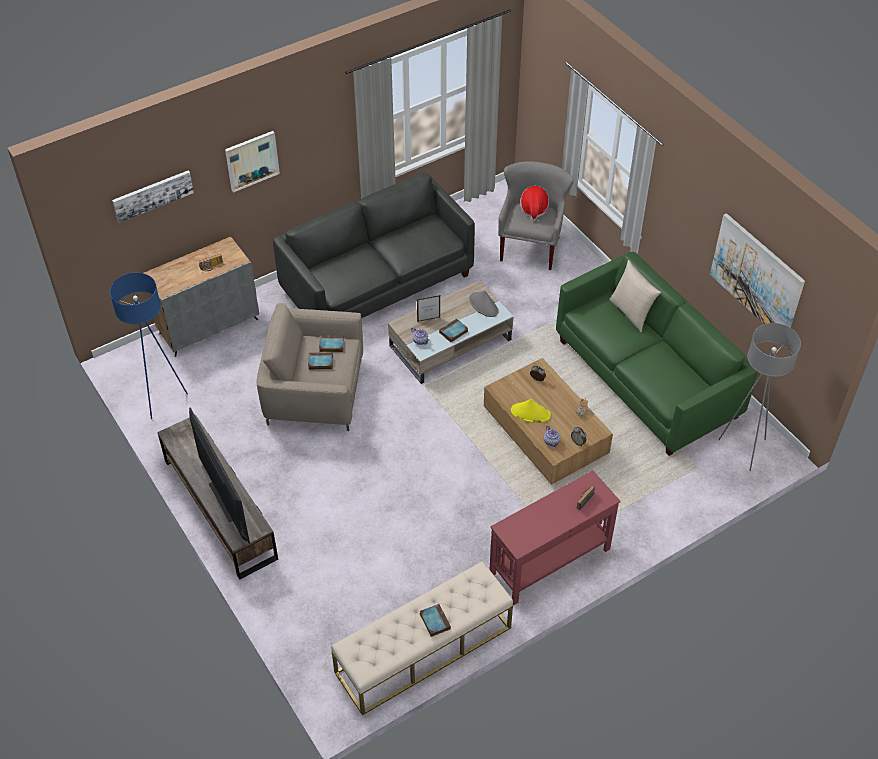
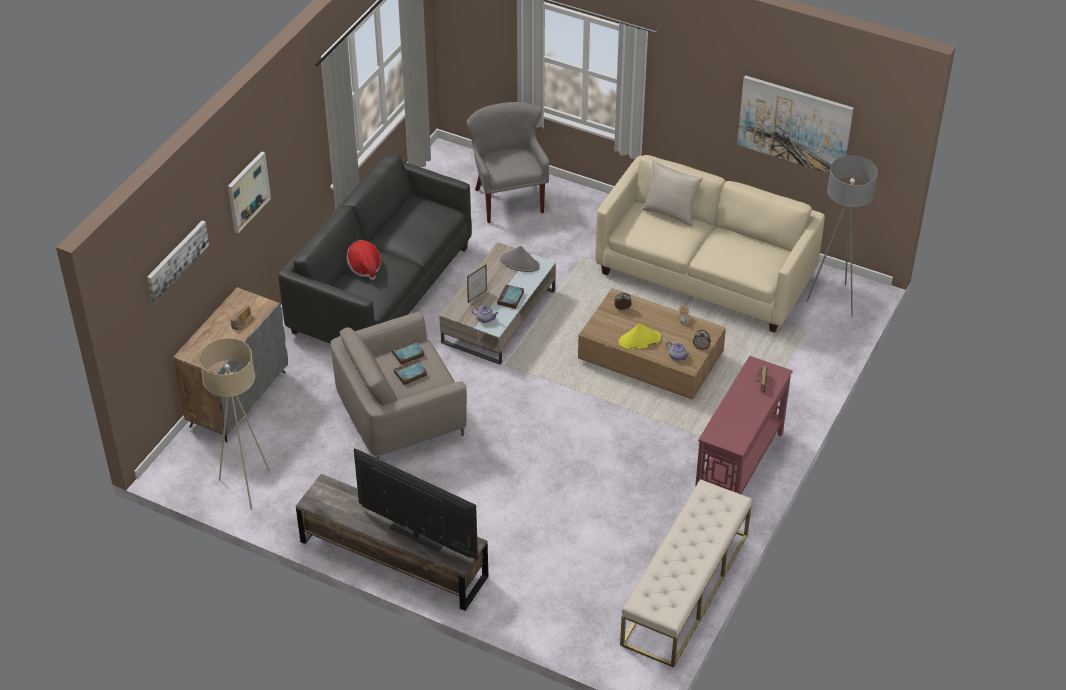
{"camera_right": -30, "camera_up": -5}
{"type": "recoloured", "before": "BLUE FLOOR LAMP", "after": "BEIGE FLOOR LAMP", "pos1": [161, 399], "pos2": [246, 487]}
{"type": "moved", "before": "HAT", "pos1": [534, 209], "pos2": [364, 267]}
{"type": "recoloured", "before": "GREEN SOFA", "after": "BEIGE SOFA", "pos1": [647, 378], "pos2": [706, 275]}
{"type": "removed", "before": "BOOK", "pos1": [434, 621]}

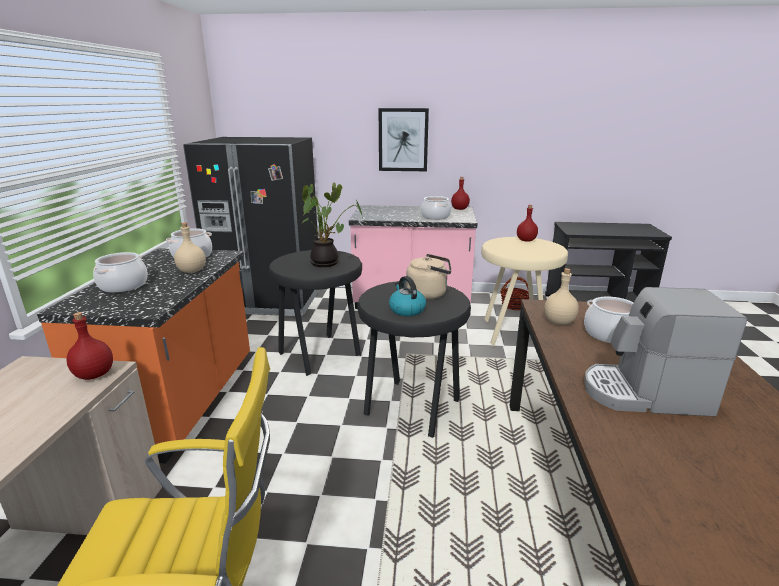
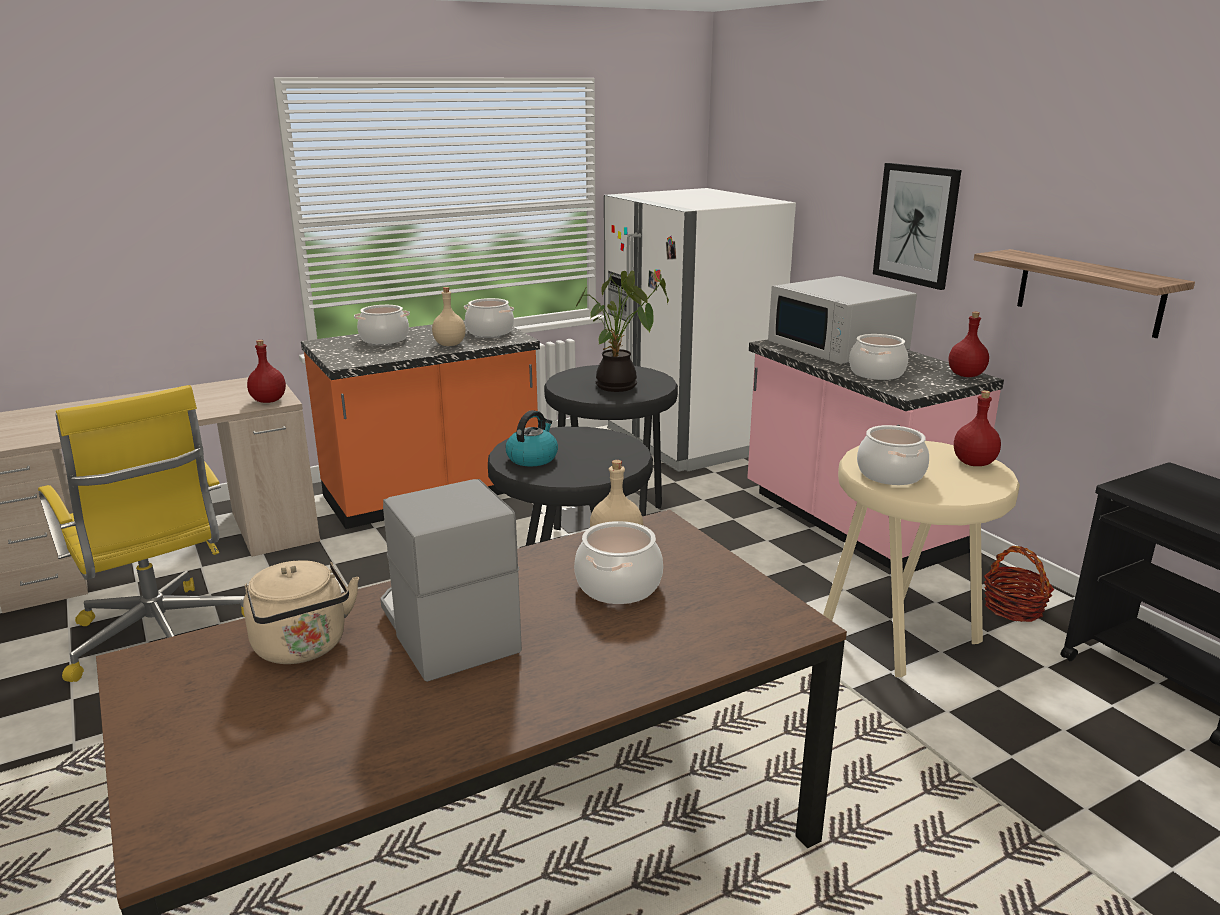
{"camera_right": 55, "camera_up": 0}
{"type": "moved", "before": "BEIGE KETTLE", "pos1": [429, 294], "pos2": [303, 648]}
{"type": "recoloured", "before": "BLACK FRIDGE", "after": "WHITE FRIDGE", "pos1": [269, 300], "pos2": [688, 440]}
{"type": "added", "after": "WHITE MICROWAVE", "pos2": [838, 347]}
{"type": "added", "after": "COOKING POT", "pos2": [891, 474]}
{"type": "added", "after": "SHELF", "pos2": [1089, 292]}

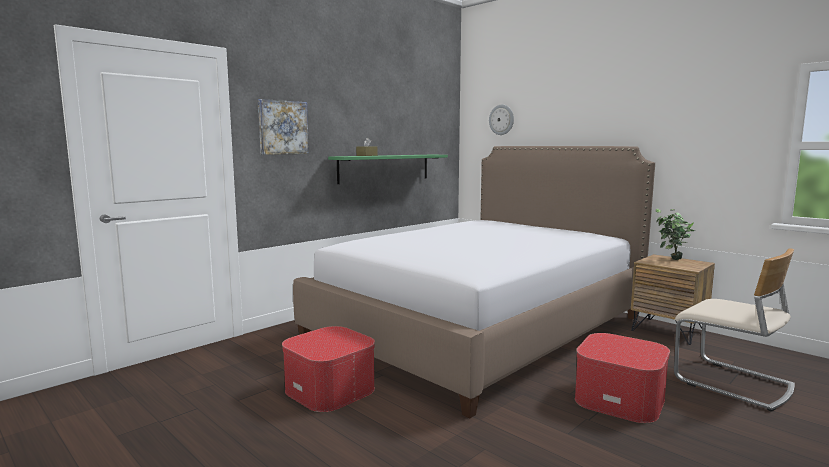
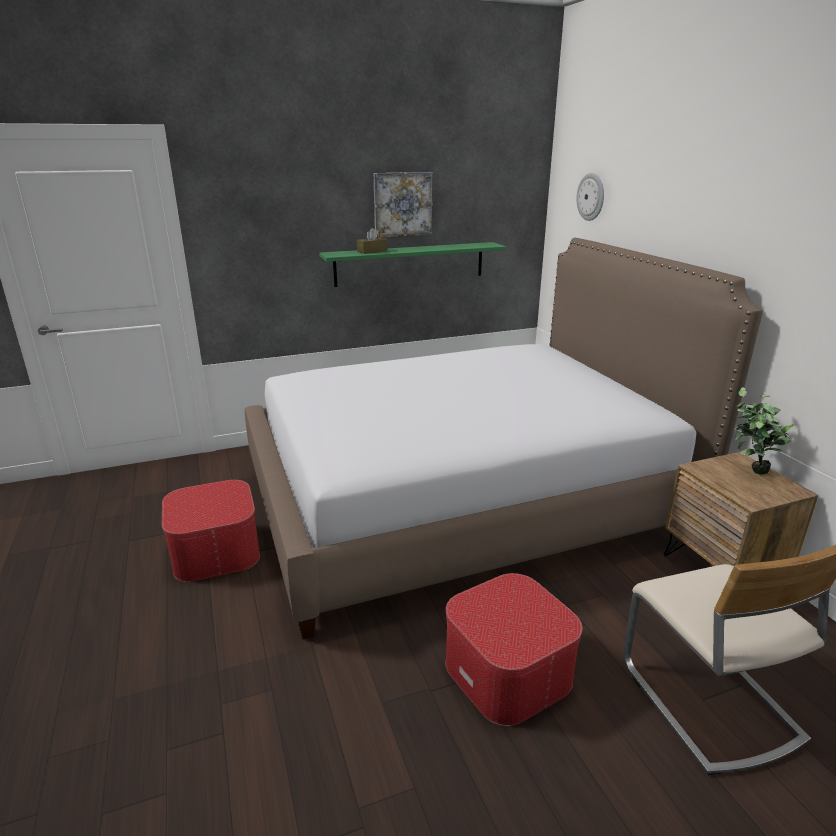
{"camera_right": 25, "camera_up": 15}
{"type": "moved", "before": "PICTURE", "pos1": [283, 127], "pos2": [402, 204]}

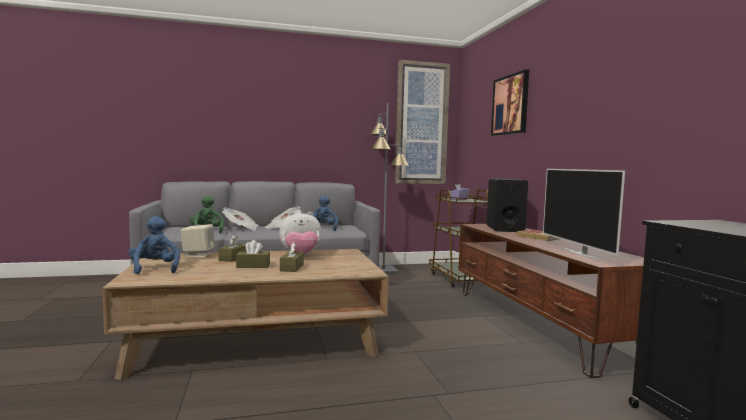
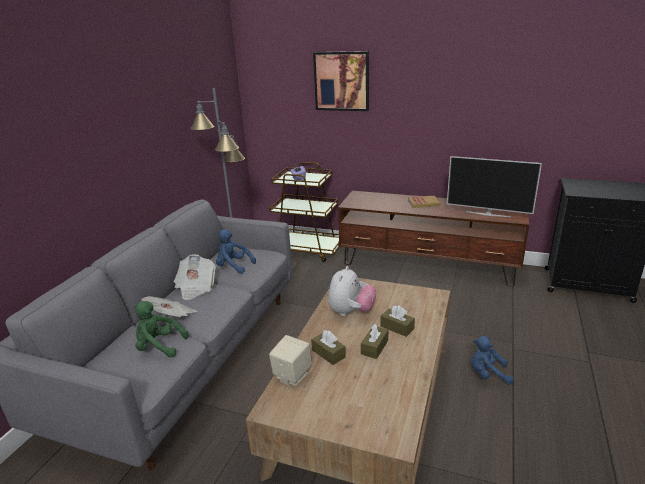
{"camera_right": -55, "camera_up": 20}
{"type": "moved", "before": "BLUE PLUSH TOY", "pos1": [155, 269], "pos2": [487, 374]}
{"type": "removed", "before": "PICTURE", "pos1": [421, 123]}
{"type": "removed", "before": "BLACK SPEAKER", "pos1": [504, 229]}

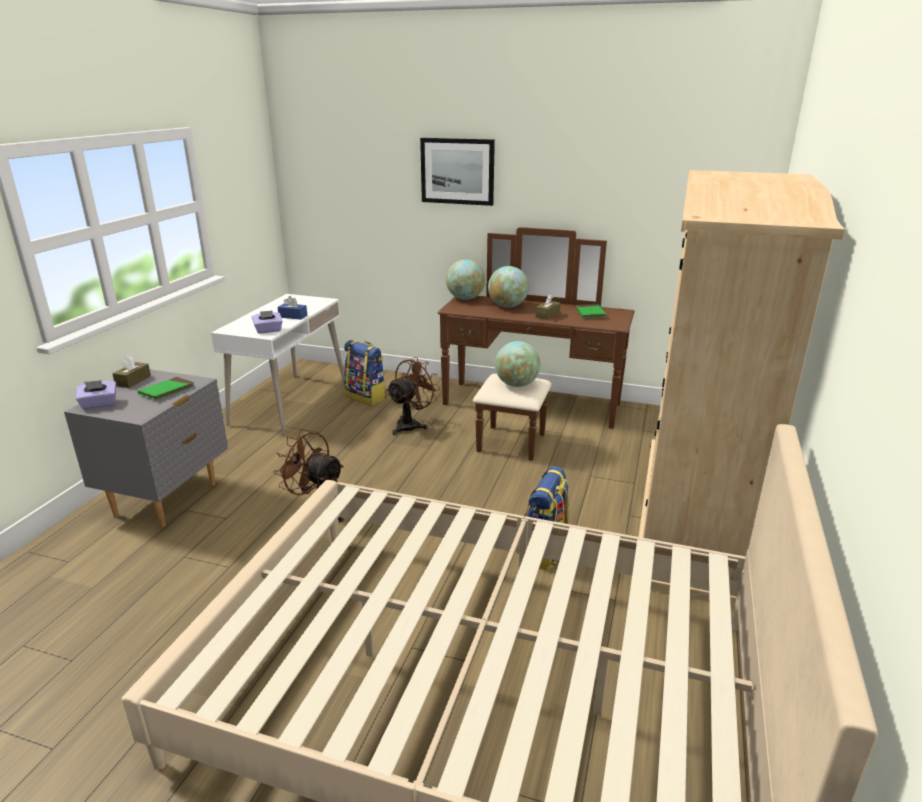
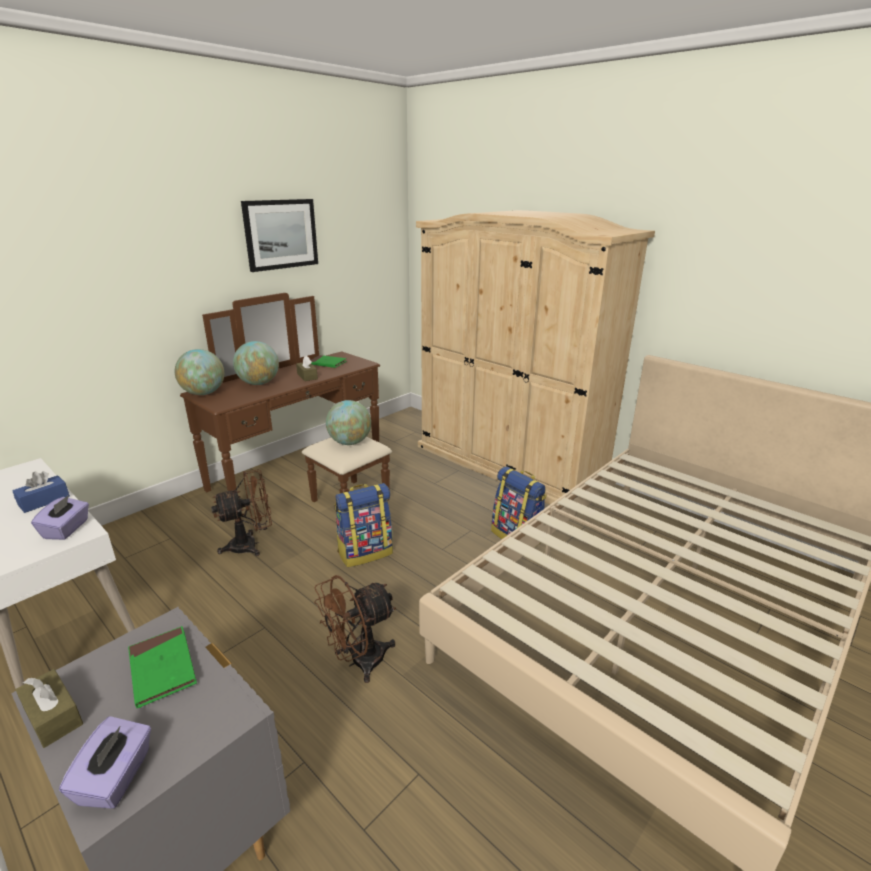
{"camera_right": -65, "camera_up": 0}
{"type": "turned", "before": "BROWN FAN", "pos1": [411, 425], "pos2": [251, 545], "turn": 90}
{"type": "moved", "before": "PICTURE", "pos1": [457, 171], "pos2": [281, 234]}
{"type": "moved", "before": "BACKPACK", "pos1": [366, 397], "pos2": [365, 552]}

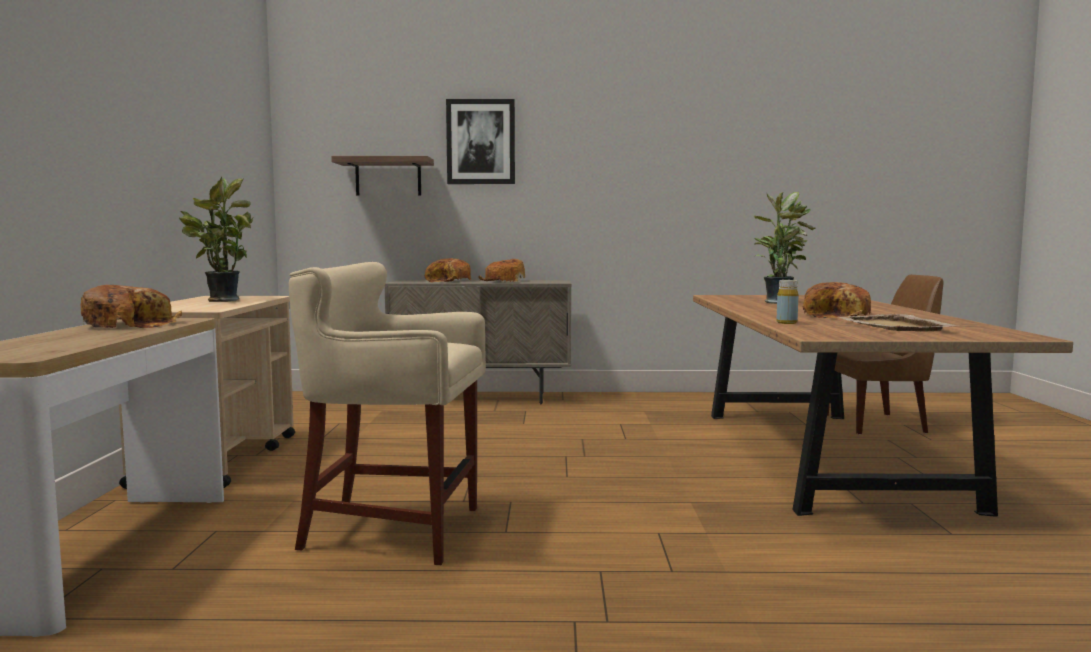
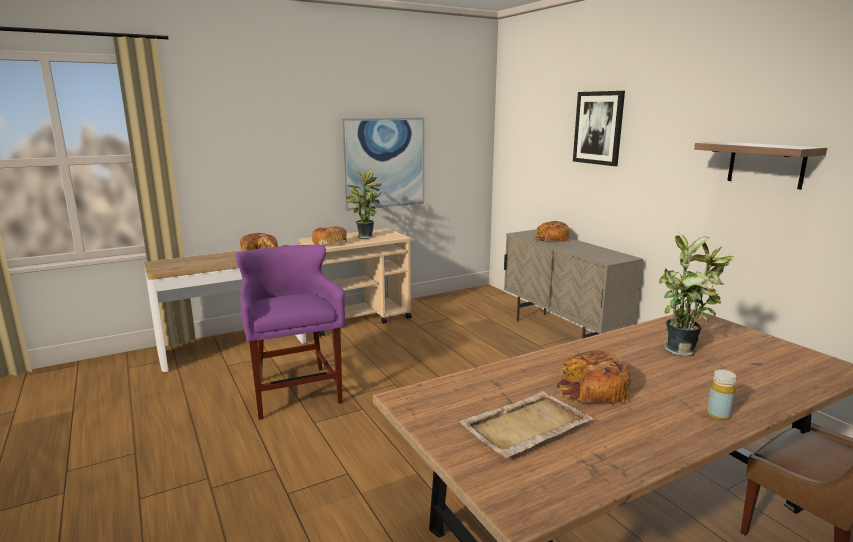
{"camera_right": 60, "camera_up": 10}
{"type": "recoloured", "before": "BEIGE STOOL", "after": "PURPLE STOOL", "pos1": [393, 530], "pos2": [295, 392]}
{"type": "moved", "before": "BREAD", "pos1": [503, 281], "pos2": [329, 243]}
{"type": "added", "after": "PICTURE", "pos2": [384, 163]}
{"type": "moved", "before": "SHELF", "pos1": [388, 177], "pos2": [766, 164]}
{"type": "moved", "before": "YELLOW BOTTLE", "pos1": [786, 323], "pos2": [718, 415]}

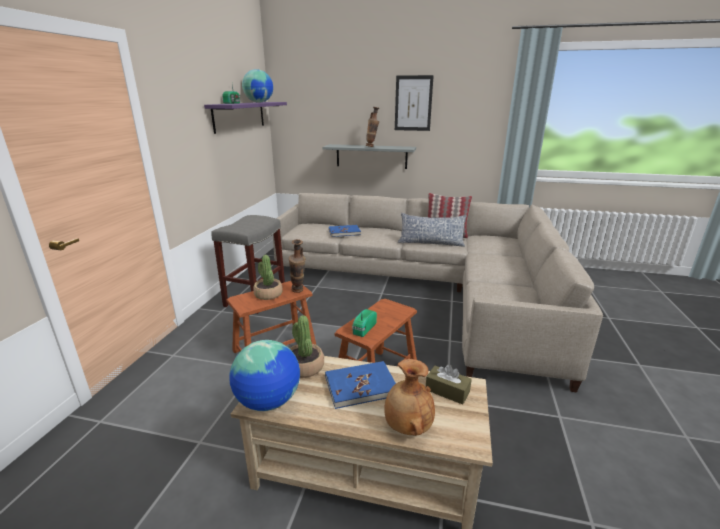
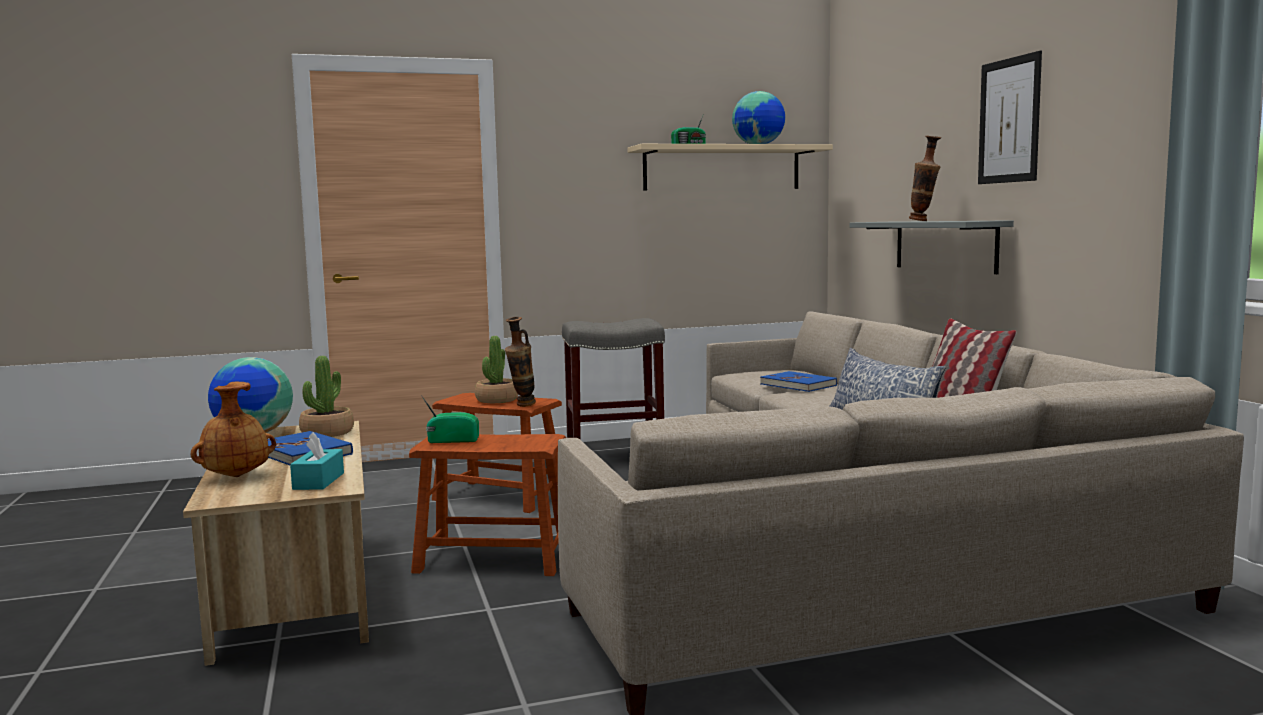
{"camera_right": 60, "camera_up": -15}
{"type": "recoloured", "before": "BROWN TISSUE BOX", "after": "TURQUOISE TISSUE BOX", "pos1": [447, 391], "pos2": [318, 481]}
{"type": "recoloured", "before": "PURPLE SHELF", "after": "BEIGE SHELF", "pos1": [239, 116], "pos2": [722, 168]}

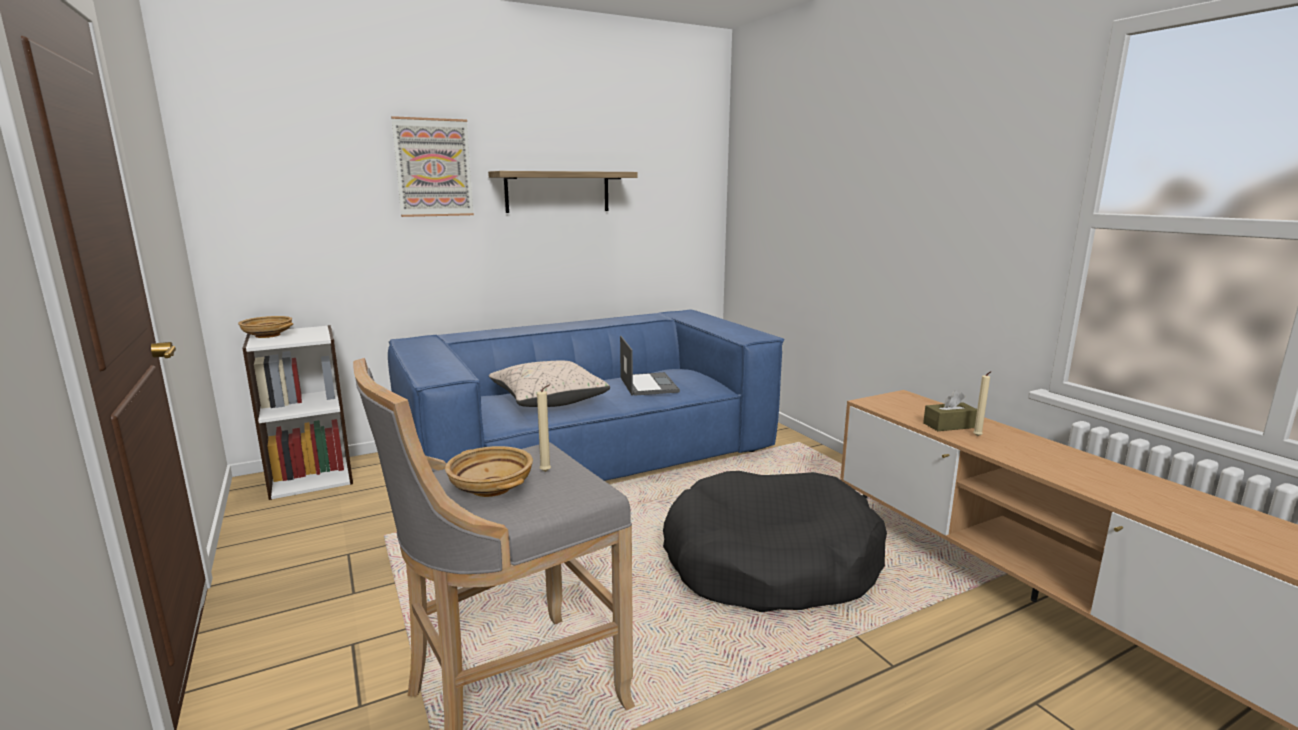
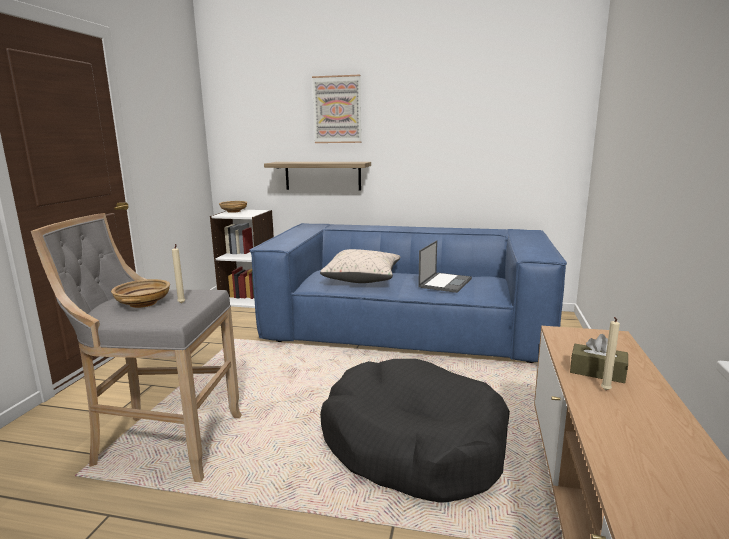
{"camera_right": 40, "camera_up": 0}
{"type": "moved", "before": "SHELF", "pos1": [557, 192], "pos2": [322, 175]}

